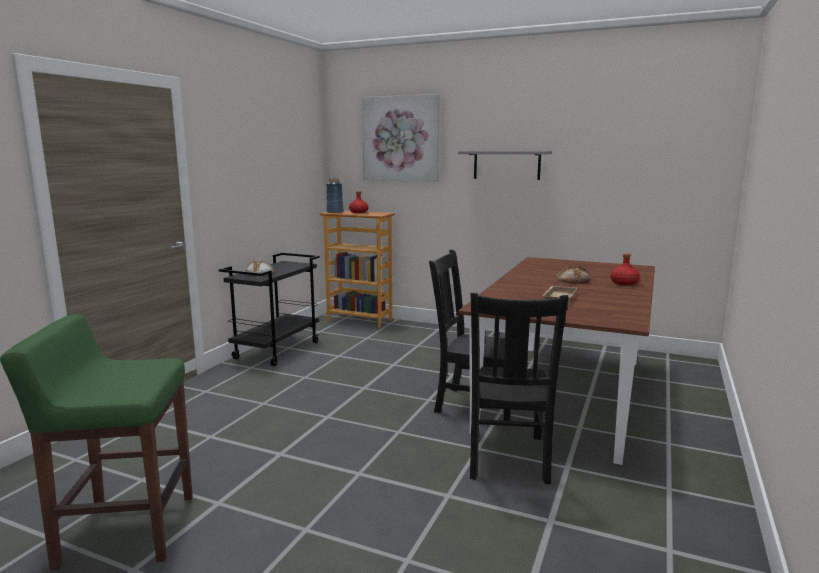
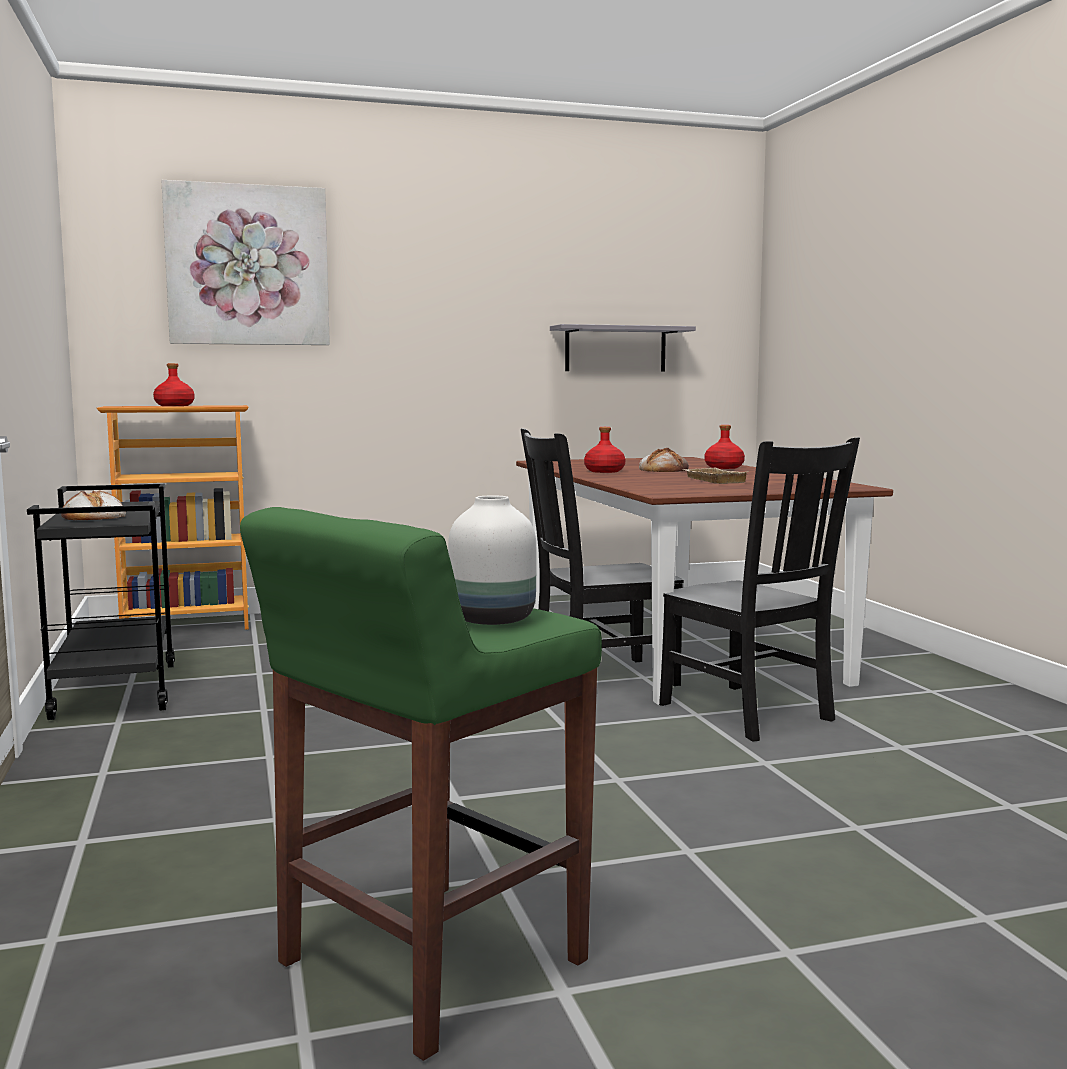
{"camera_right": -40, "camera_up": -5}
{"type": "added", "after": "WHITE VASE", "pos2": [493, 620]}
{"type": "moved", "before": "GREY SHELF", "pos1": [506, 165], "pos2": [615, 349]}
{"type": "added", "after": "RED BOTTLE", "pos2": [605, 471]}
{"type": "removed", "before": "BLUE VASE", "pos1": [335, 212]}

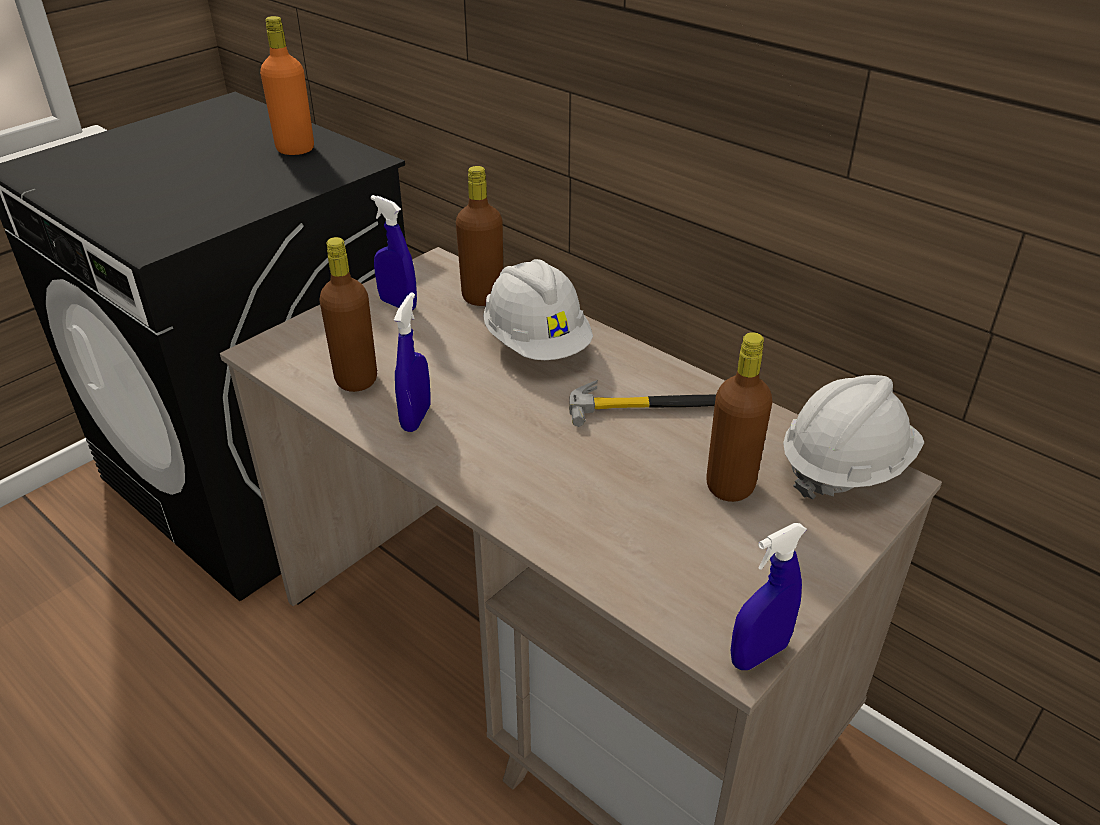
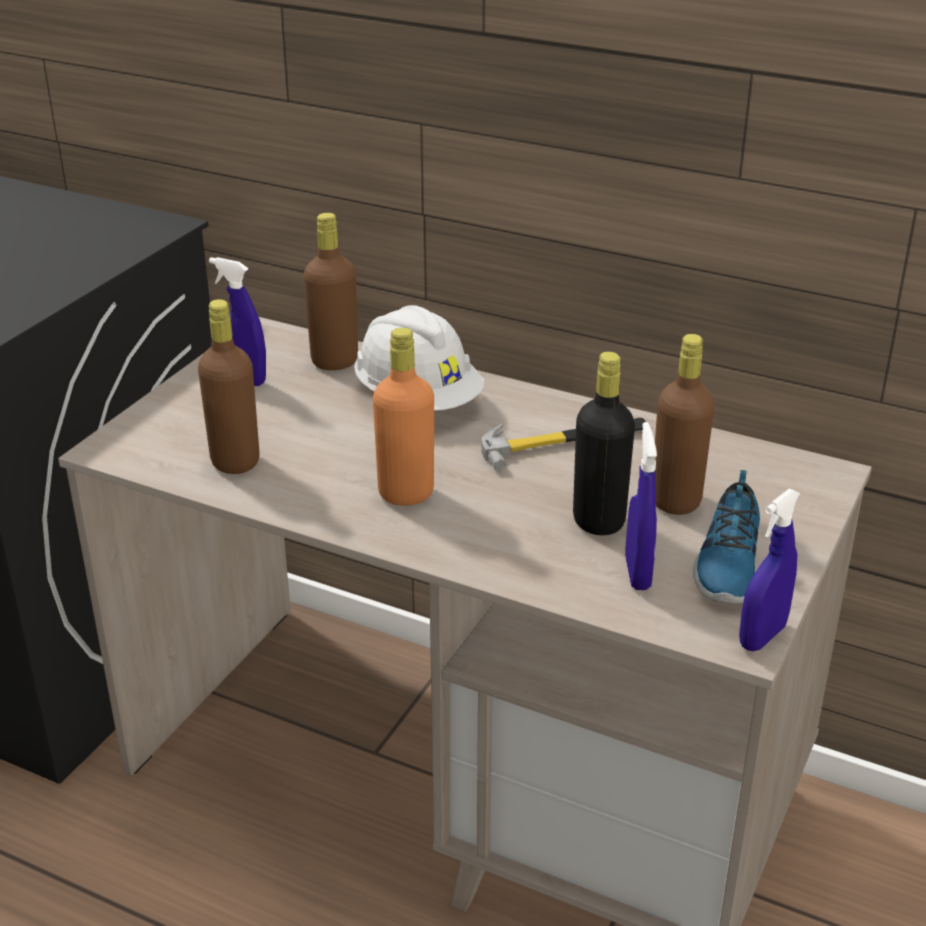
{"camera_right": -15, "camera_up": -5}
{"type": "moved", "before": "ORANGE BOTTLE", "pos1": [295, 149], "pos2": [406, 493]}
{"type": "added", "after": "BLACK BOTTLE", "pos2": [598, 521]}
{"type": "moved", "before": "BLUE SPRAY BOTTLE", "pos1": [416, 418], "pos2": [637, 573]}
{"type": "added", "after": "SHOE", "pos2": [726, 562]}
{"type": "removed", "before": "WHITE HARD HAT", "pos1": [845, 466]}

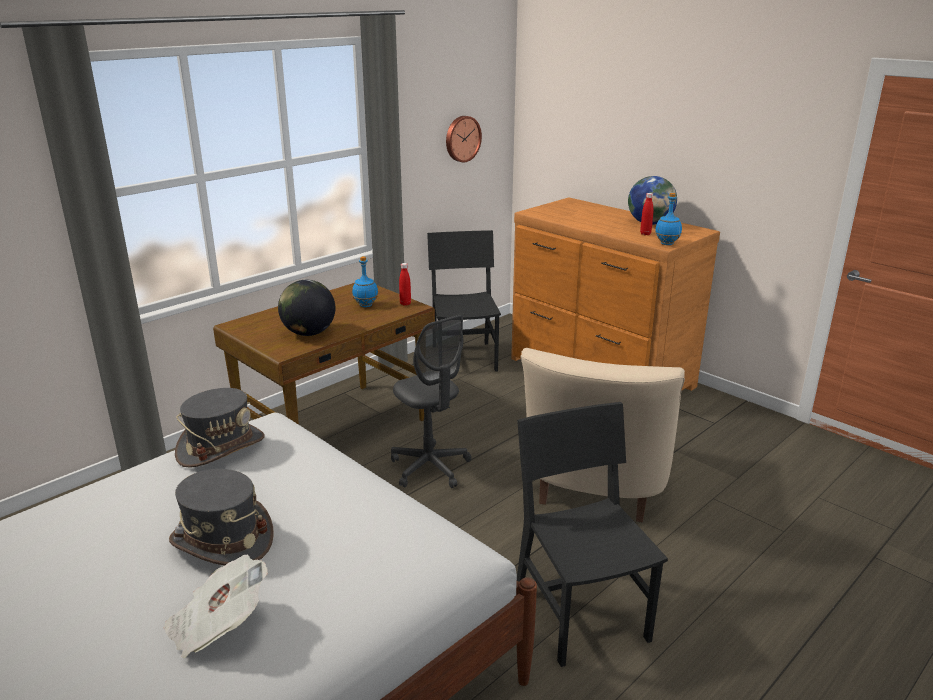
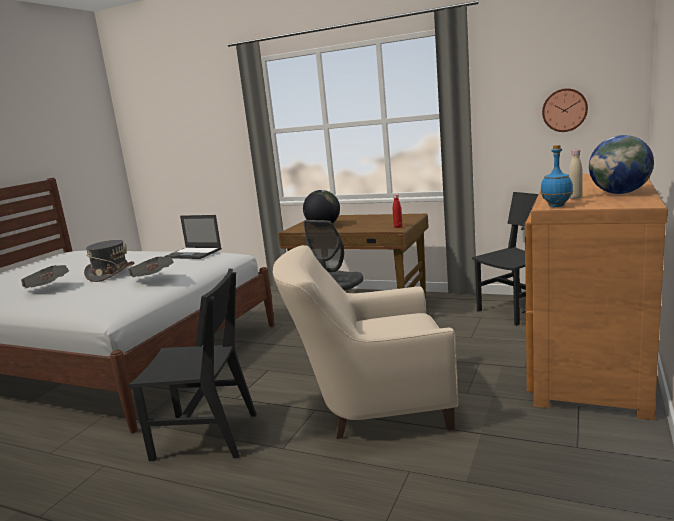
{"camera_right": 70, "camera_up": -10}
{"type": "added", "after": "NEWSPAPER", "pos2": [153, 279]}
{"type": "turned", "before": "BLACK CHAIR", "pos1": [581, 612], "pos2": [205, 436], "turn": 45}
{"type": "replaced", "before": "GREY HAT", "after": "LAPTOP", "pos1": [221, 447], "pos2": [194, 253]}
{"type": "recoloured", "before": "RED BOTTLE", "after": "BEIGE BOTTLE", "pos1": [645, 234], "pos2": [575, 198]}
{"type": "removed", "before": "BLUE BOTTLE", "pos1": [365, 305]}

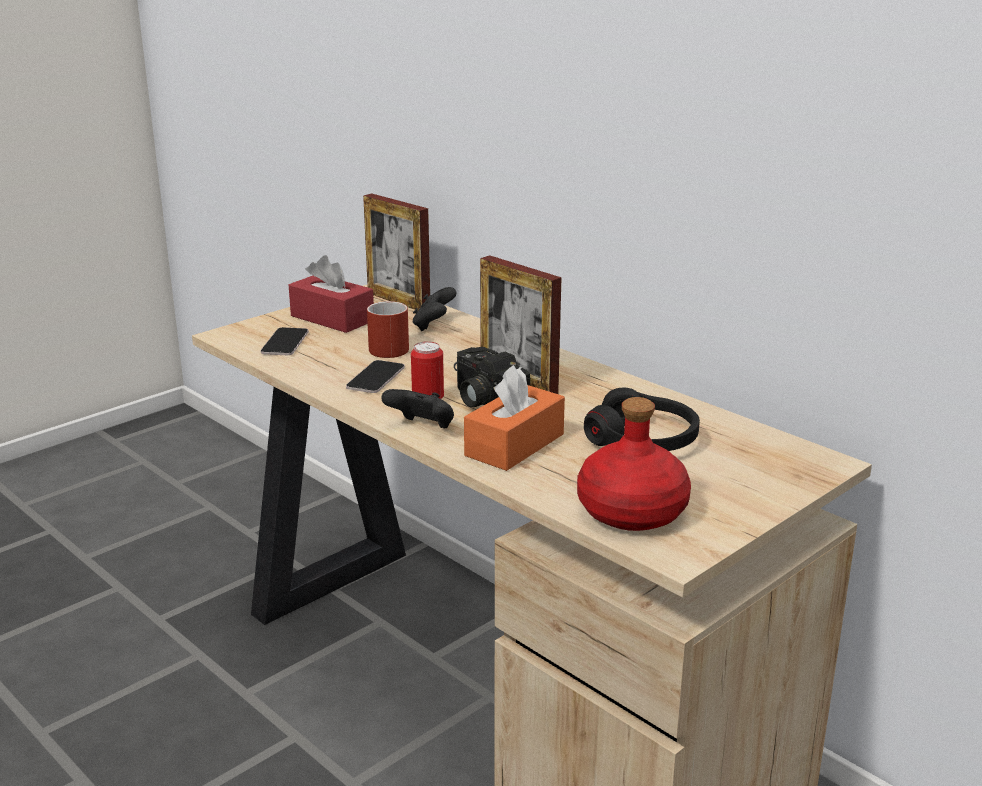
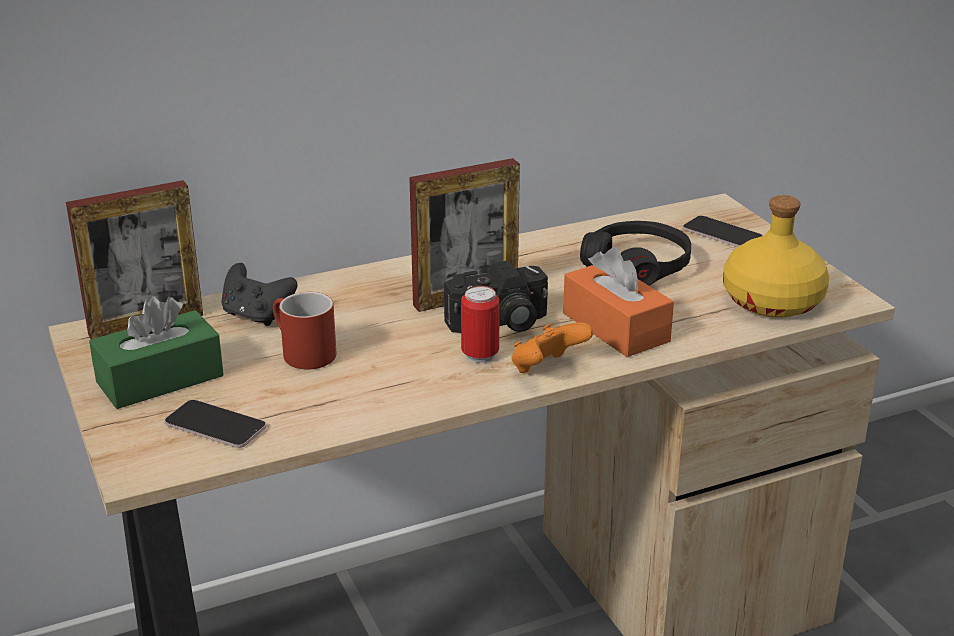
{"camera_right": -70, "camera_up": 5}
{"type": "recoloured", "before": "RED TISSUE BOX", "after": "GREEN TISSUE BOX", "pos1": [332, 318], "pos2": [160, 379]}
{"type": "recoloured", "before": "BLACK GAME CONTROLLER", "after": "ORANGE GAME CONTROLLER", "pos1": [422, 428], "pos2": [547, 369]}
{"type": "moved", "before": "PHONE", "pos1": [376, 378], "pos2": [722, 234]}
{"type": "recoloured", "before": "RED BOTTLE", "after": "YELLOW BOTTLE", "pos1": [630, 511], "pos2": [771, 301]}

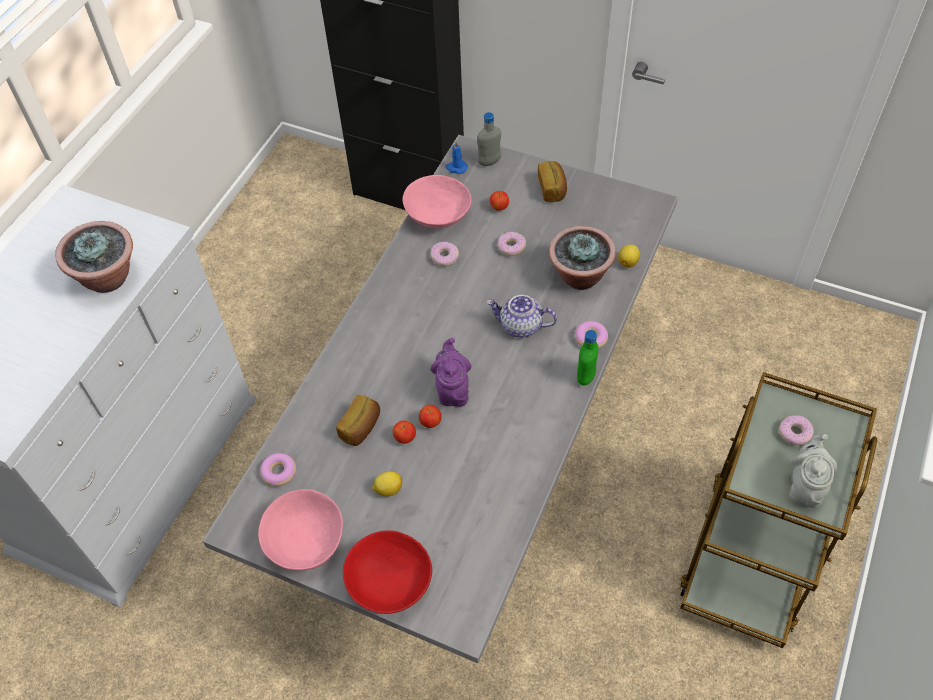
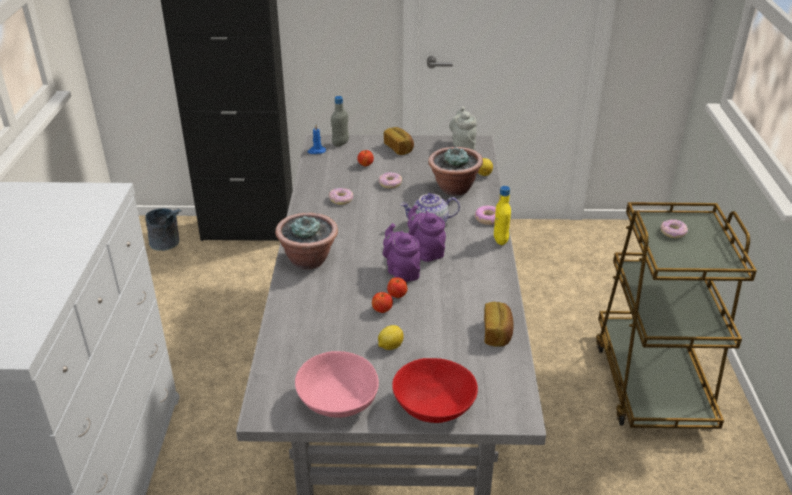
{"camera_right": -25, "camera_up": -20}
{"type": "added", "after": "GREY BUCKET", "pos2": [168, 244]}
{"type": "moved", "before": "POTTED PLANT", "pos1": [108, 277], "pos2": [309, 260]}
{"type": "added", "after": "PURPLE TEAPOT", "pos2": [426, 251]}
{"type": "moved", "before": "GREY TEAPOT", "pos1": [805, 486], "pos2": [463, 145]}
{"type": "moved", "before": "BREAD", "pos1": [361, 428], "pos2": [498, 333]}
{"type": "recoloured", "before": "GREEN BOTTLE", "after": "YELLOW BOTTLE", "pos1": [586, 376], "pos2": [500, 240]}
{"type": "removed", "before": "DONUT", "pos1": [279, 472]}
{"type": "removed", "before": "PINK BOWL", "pos1": [437, 216]}

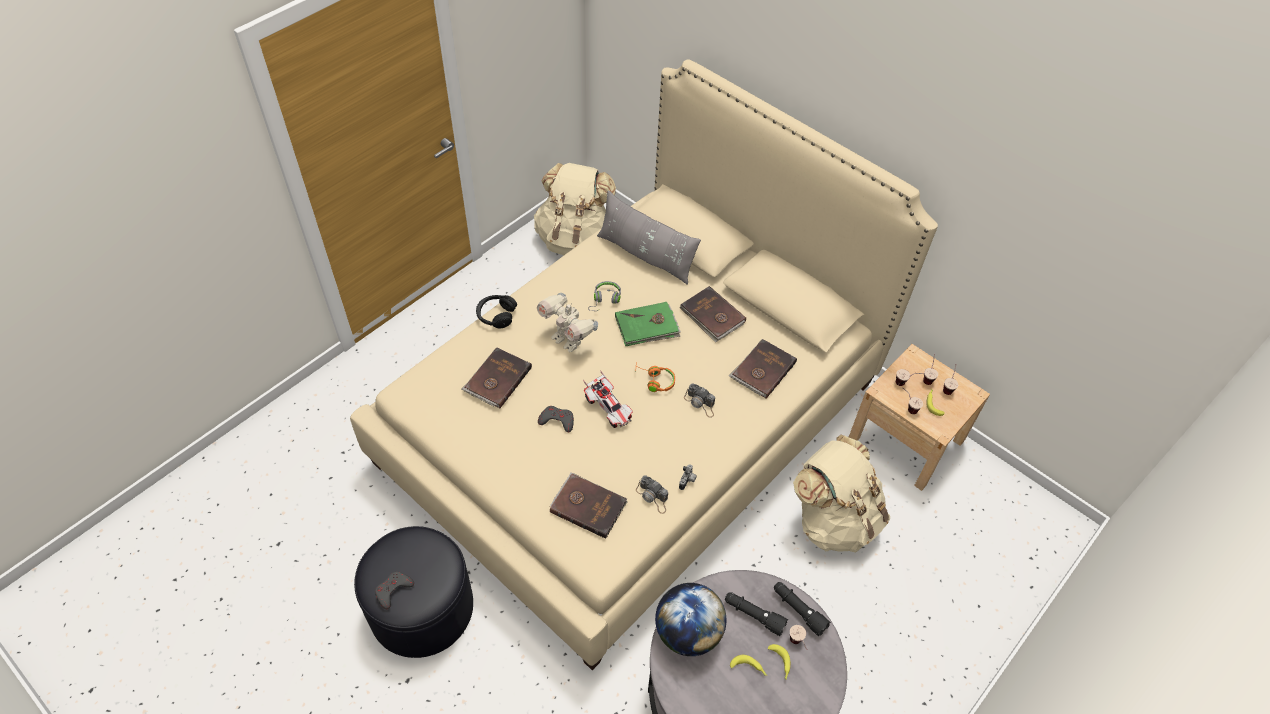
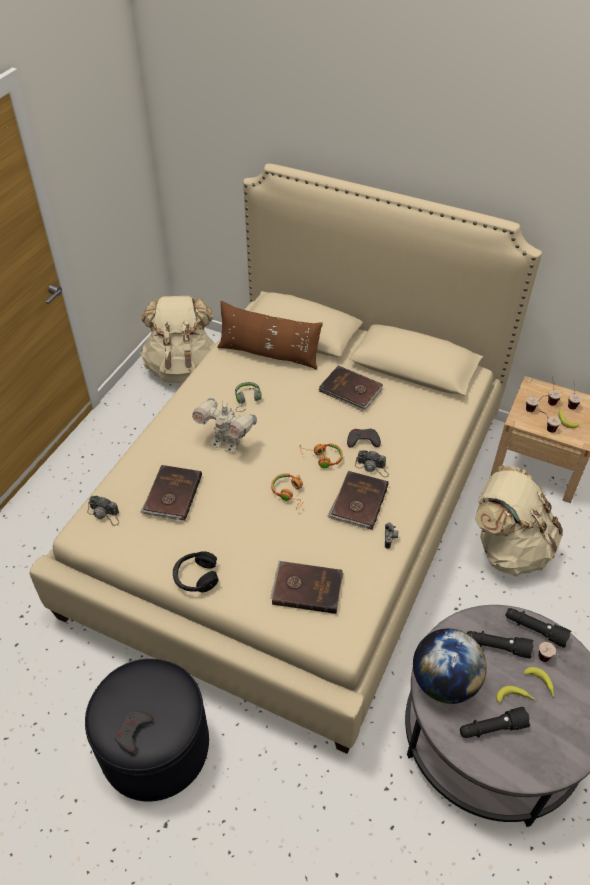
{"camera_right": -15, "camera_up": -5}
{"type": "moved", "before": "PHOTO CAMERA", "pos1": [653, 497], "pos2": [105, 514]}
{"type": "moved", "before": "BLACK HEADPHONES", "pos1": [496, 315], "pos2": [196, 577]}
{"type": "recoloured", "before": "GREY PILLOW", "after": "BROWN PILLOW", "pos1": [645, 255], "pos2": [269, 354]}
{"type": "replaced", "before": "TOY CAR", "after": "ORANGE HEADPHONES", "pos1": [608, 408], "pos2": [289, 493]}
{"type": "moved", "before": "BROWN BOOK", "pos1": [762, 370], "pos2": [358, 502]}
{"type": "moved", "before": "GREY GAME CONTROLLER", "pos1": [557, 420], "pos2": [363, 440]}
{"type": "added", "after": "BLACK FLASHLIGHT", "pos2": [492, 728]}
{"type": "removed", "before": "GREEN BOOK", "pos1": [647, 326]}

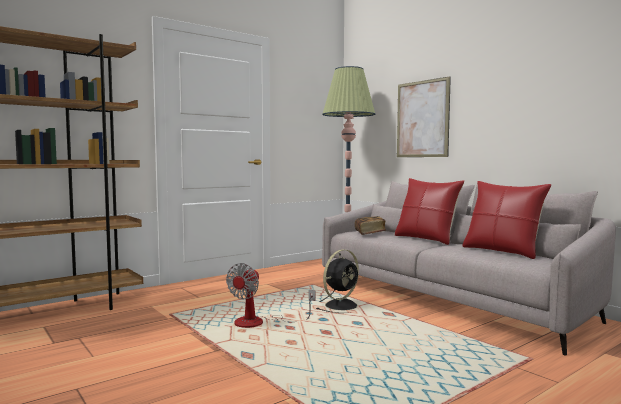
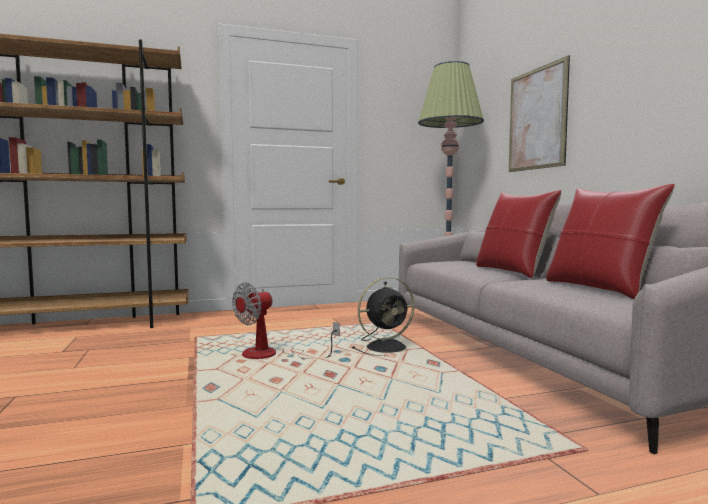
{"camera_right": 20, "camera_up": 0}
{"type": "removed", "before": "BOOK", "pos1": [370, 233]}

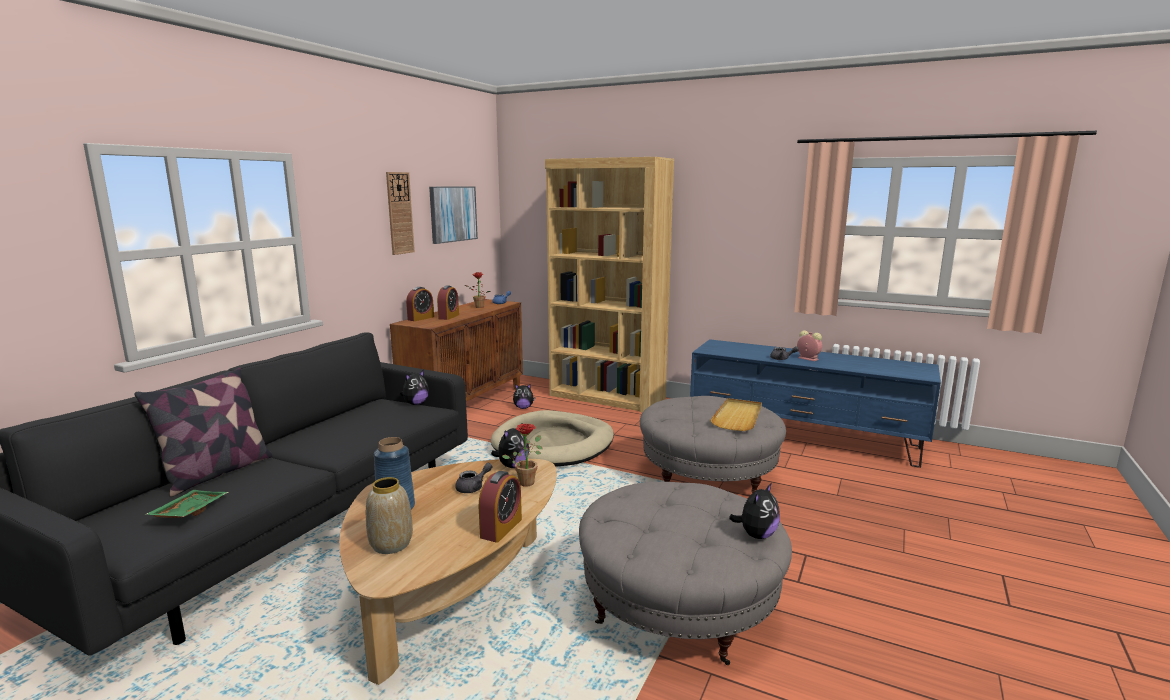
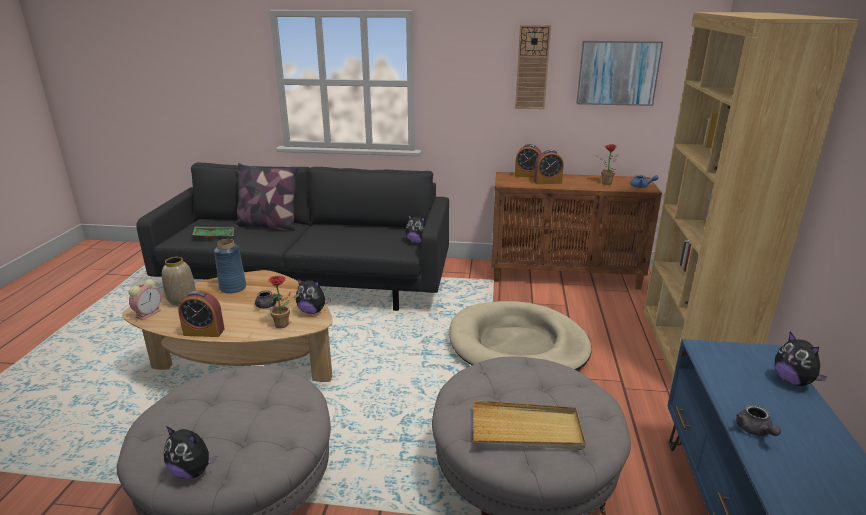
{"camera_right": 70, "camera_up": 10}
{"type": "moved", "before": "ALARM CLOCK", "pos1": [807, 358], "pos2": [149, 313]}
{"type": "moved", "before": "PLUSH TOY", "pos1": [523, 408], "pos2": [793, 381]}

